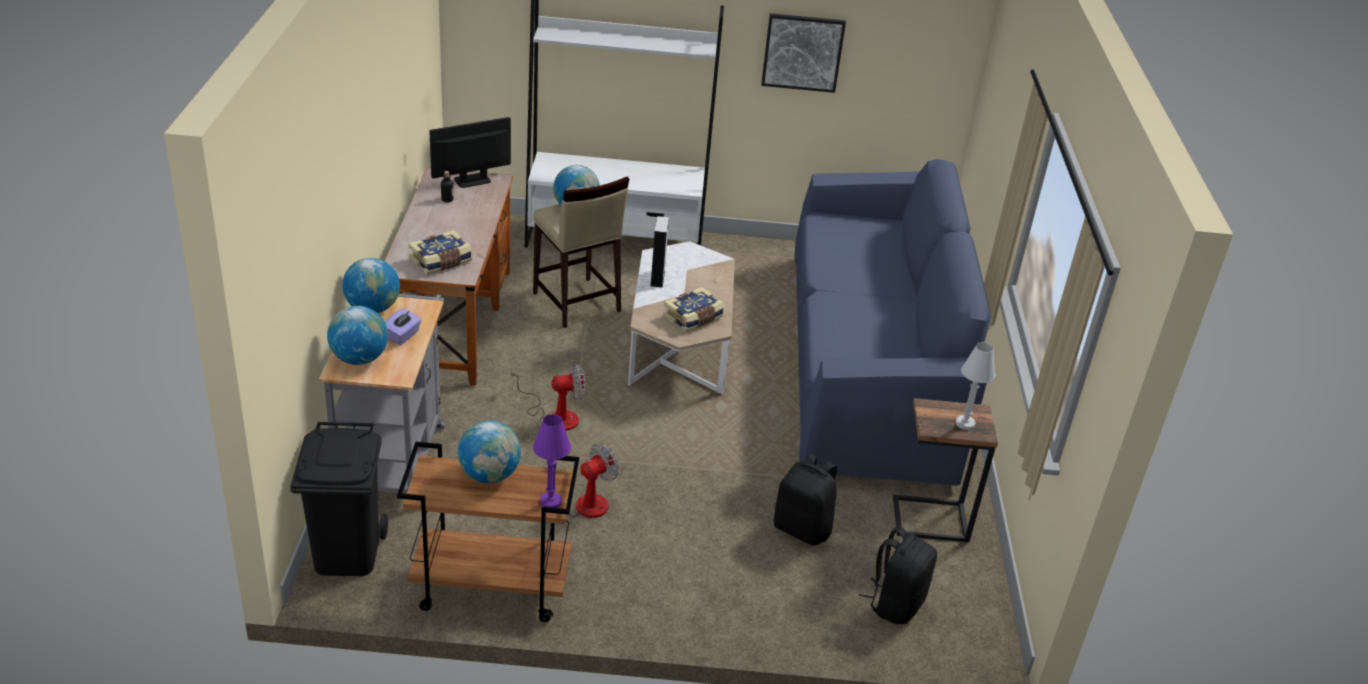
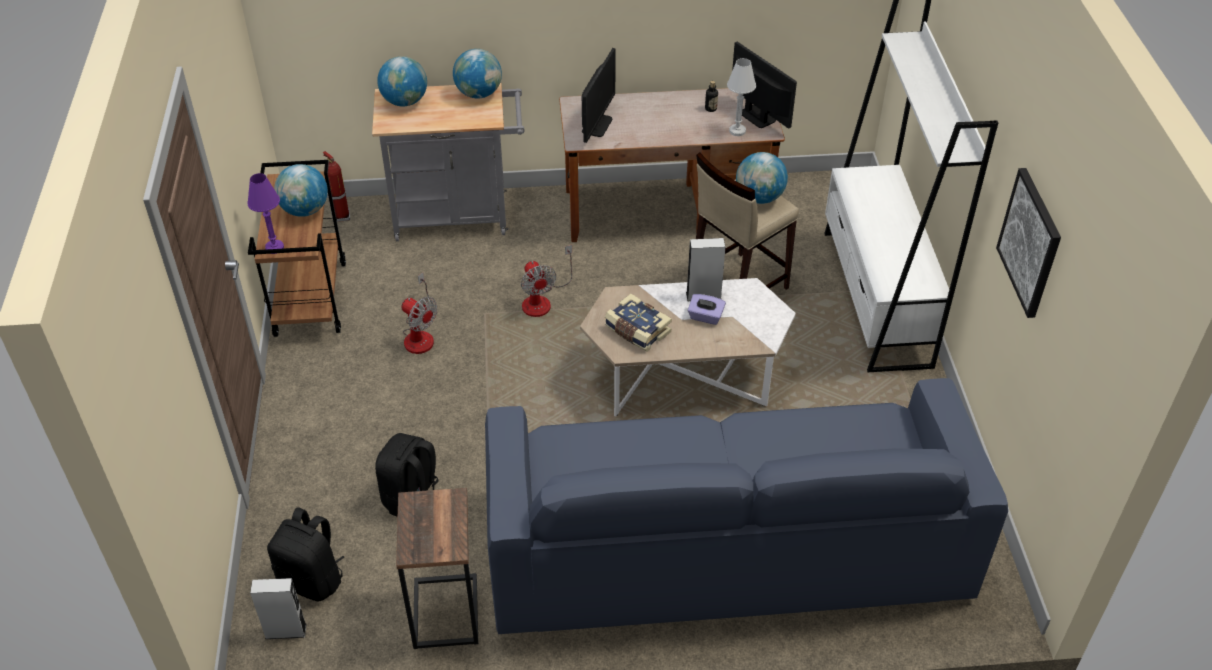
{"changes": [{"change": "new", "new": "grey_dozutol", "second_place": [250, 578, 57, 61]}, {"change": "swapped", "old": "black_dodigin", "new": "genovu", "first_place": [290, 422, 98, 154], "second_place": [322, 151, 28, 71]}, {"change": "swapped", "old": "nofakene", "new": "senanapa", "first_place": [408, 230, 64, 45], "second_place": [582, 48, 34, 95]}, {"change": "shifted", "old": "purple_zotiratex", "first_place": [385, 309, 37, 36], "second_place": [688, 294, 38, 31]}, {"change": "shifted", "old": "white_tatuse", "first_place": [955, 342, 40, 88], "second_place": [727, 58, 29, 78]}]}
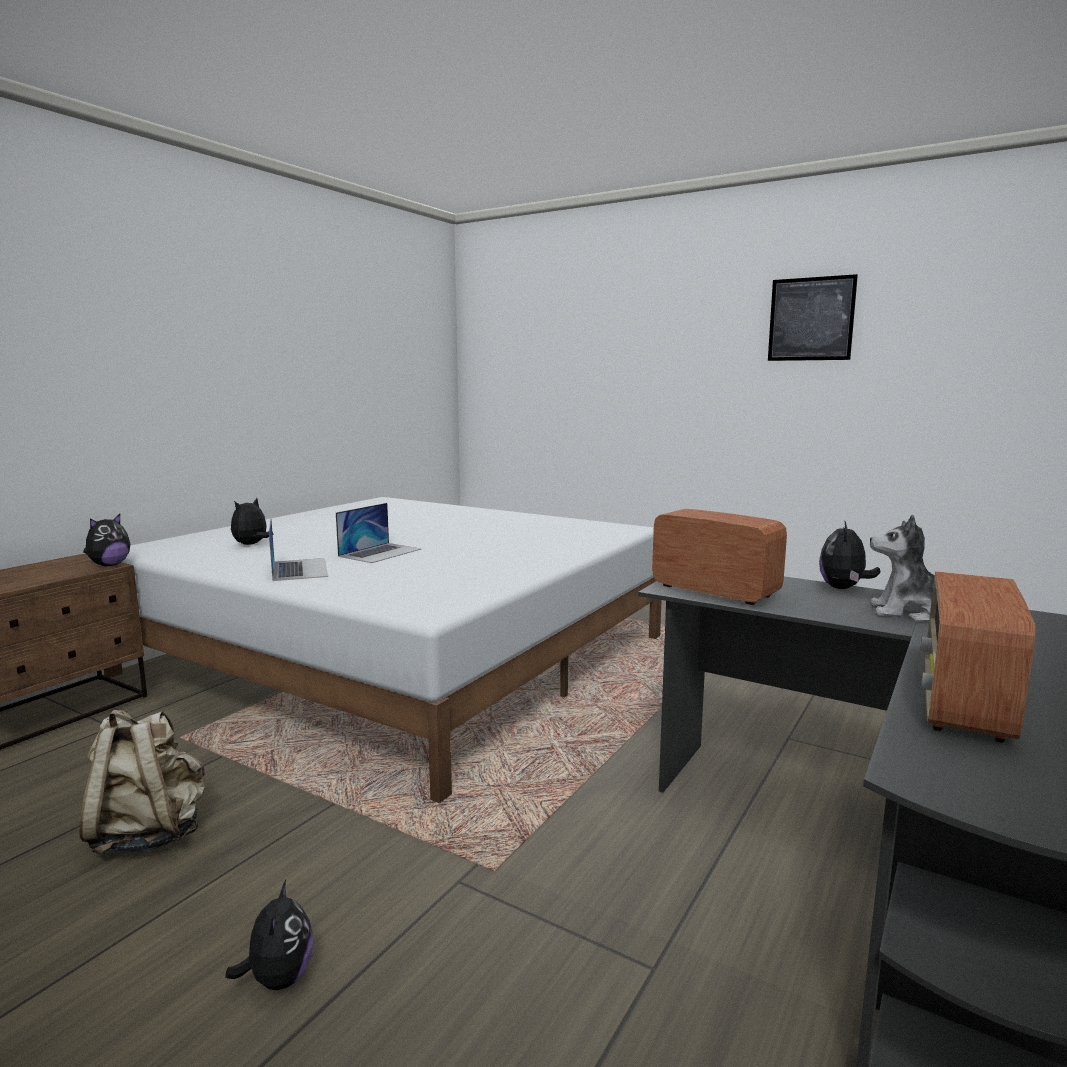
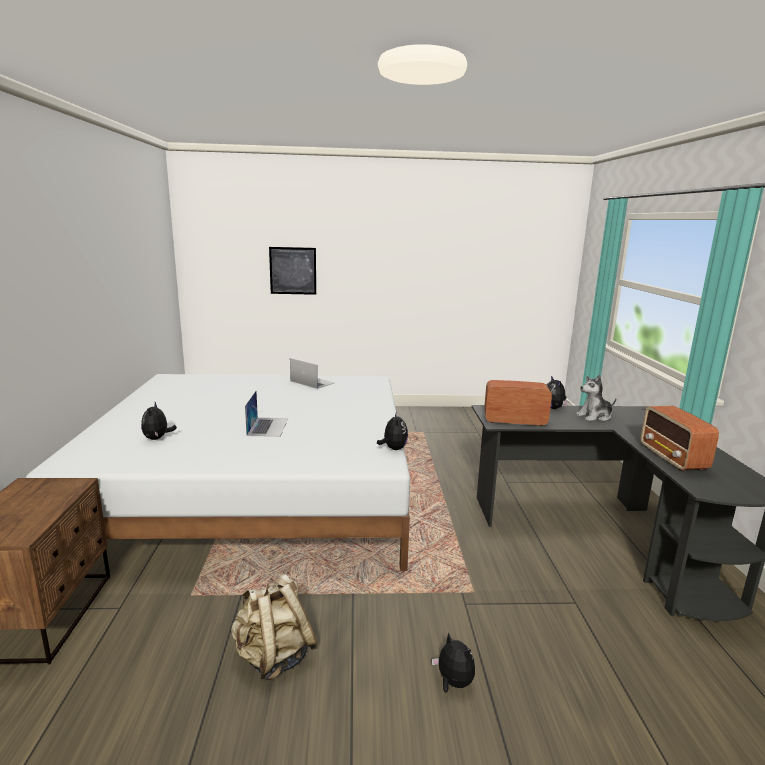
{"changes": [{"change": "shifted", "old": "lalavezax", "first_place": [768, 274, 90, 87], "second_place": [269, 247, 47, 48]}, {"change": "shifted", "old": "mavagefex", "first_place": [269, 518, 59, 63], "second_place": [290, 358, 44, 31]}, {"change": "shifted", "old": "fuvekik", "first_place": [83, 514, 47, 52], "second_place": [377, 411, 31, 39]}]}
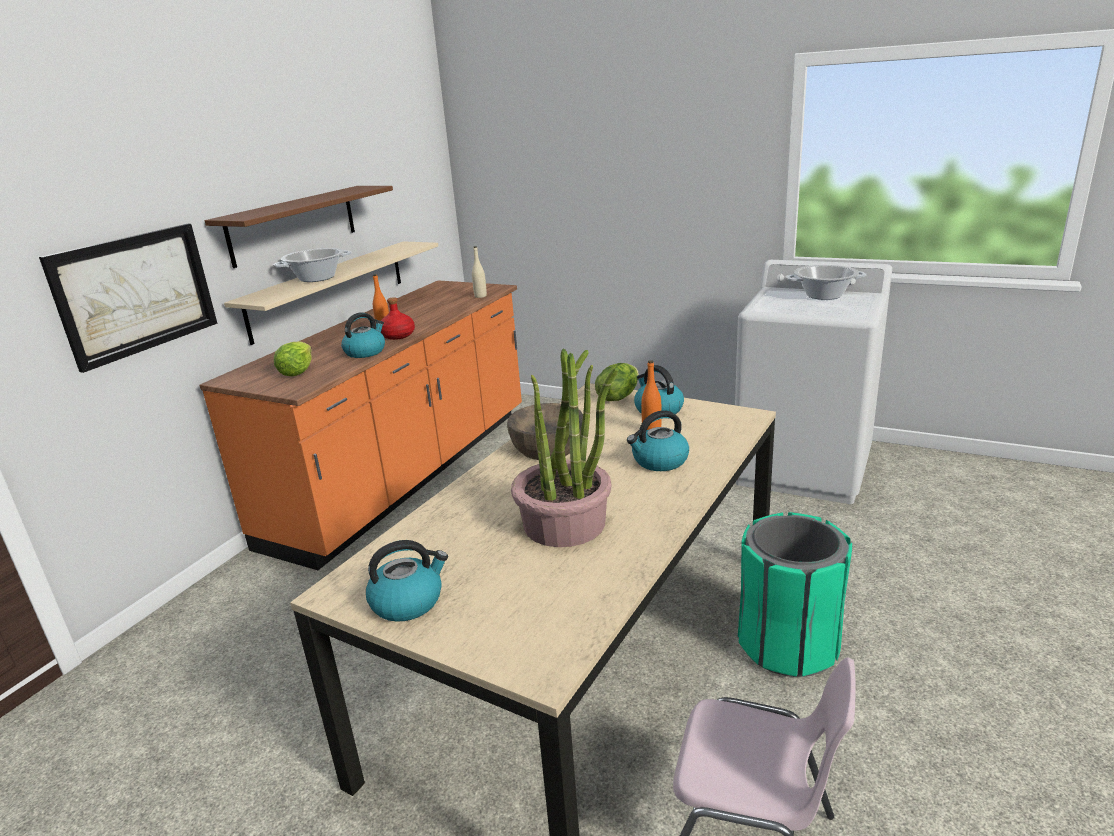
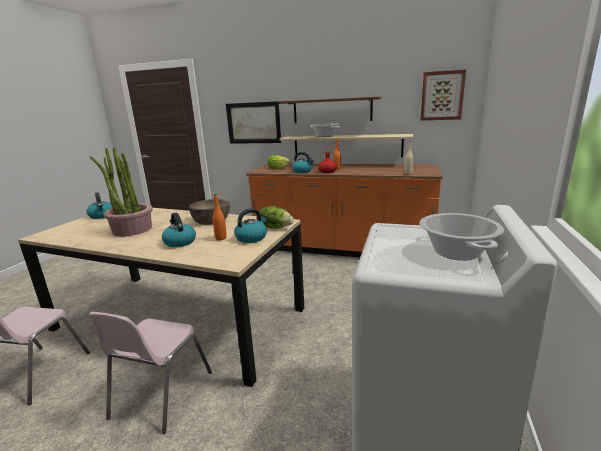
{"changes": [{"change": "swapped", "old": "green_dodigin", "new": "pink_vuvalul", "first_place": [738, 512, 114, 165], "second_place": [88, 312, 124, 122]}, {"change": "new", "new": "lalavezax", "second_place": [420, 70, 46, 51]}]}
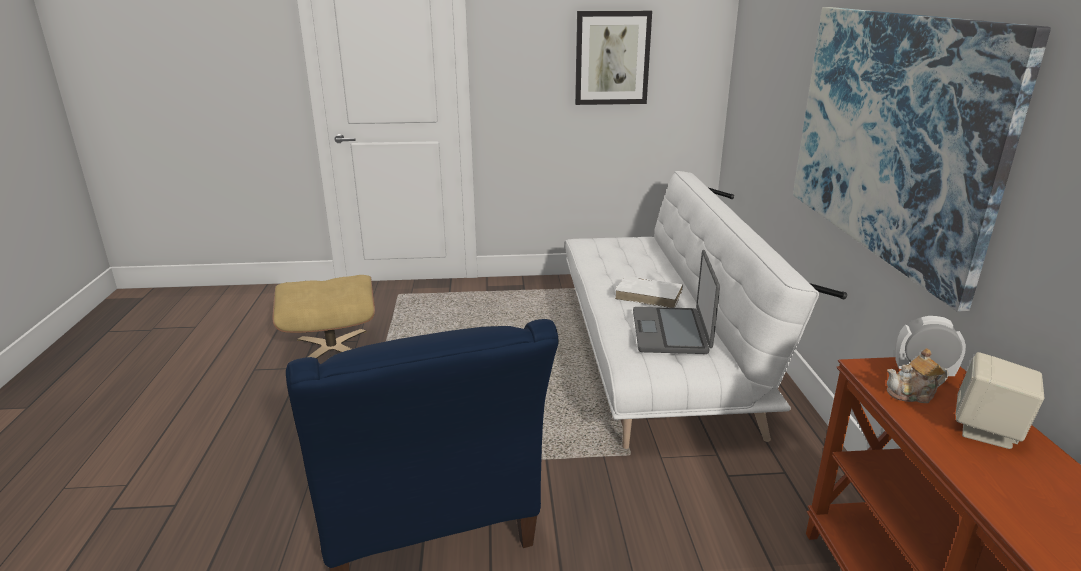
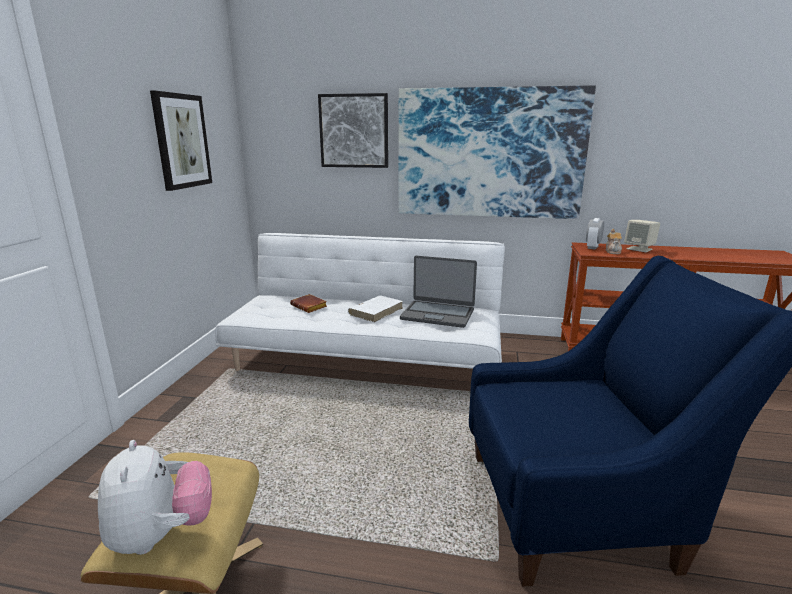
{"changes": [{"change": "new", "new": "fuvekik", "second_place": [98, 440, 114, 115]}, {"change": "new", "new": "brown_nofakene", "second_place": [290, 294, 37, 19]}, {"change": "new", "new": "lalavezax", "second_place": [318, 93, 70, 75]}]}
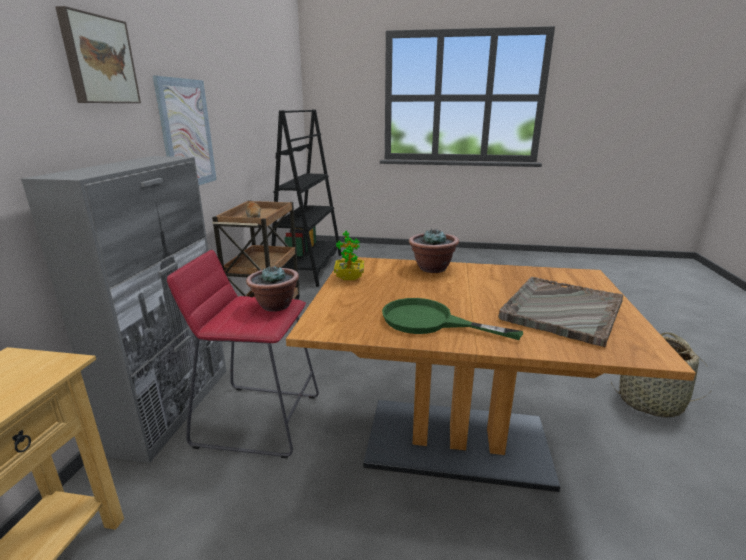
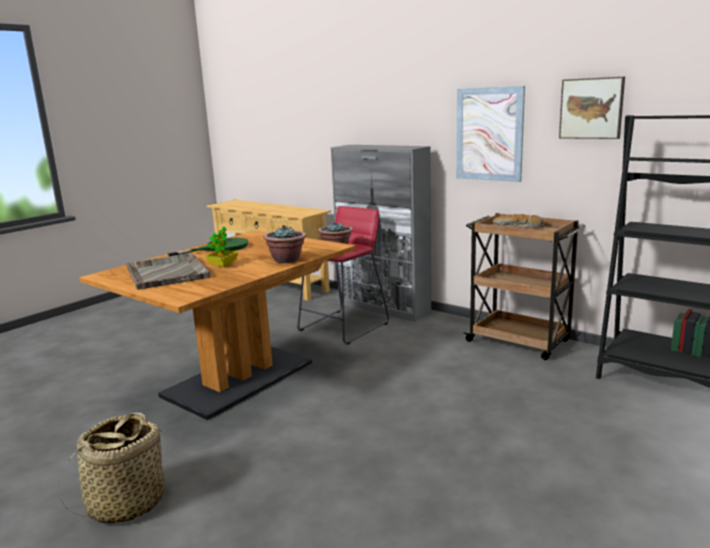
{"changes": [{"change": "shifted", "old": "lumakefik", "first_place": [334, 231, 30, 49], "second_place": [206, 227, 32, 40]}, {"change": "shifted", "old": "lalavezax", "first_place": [55, 6, 86, 97], "second_place": [559, 77, 66, 62]}]}
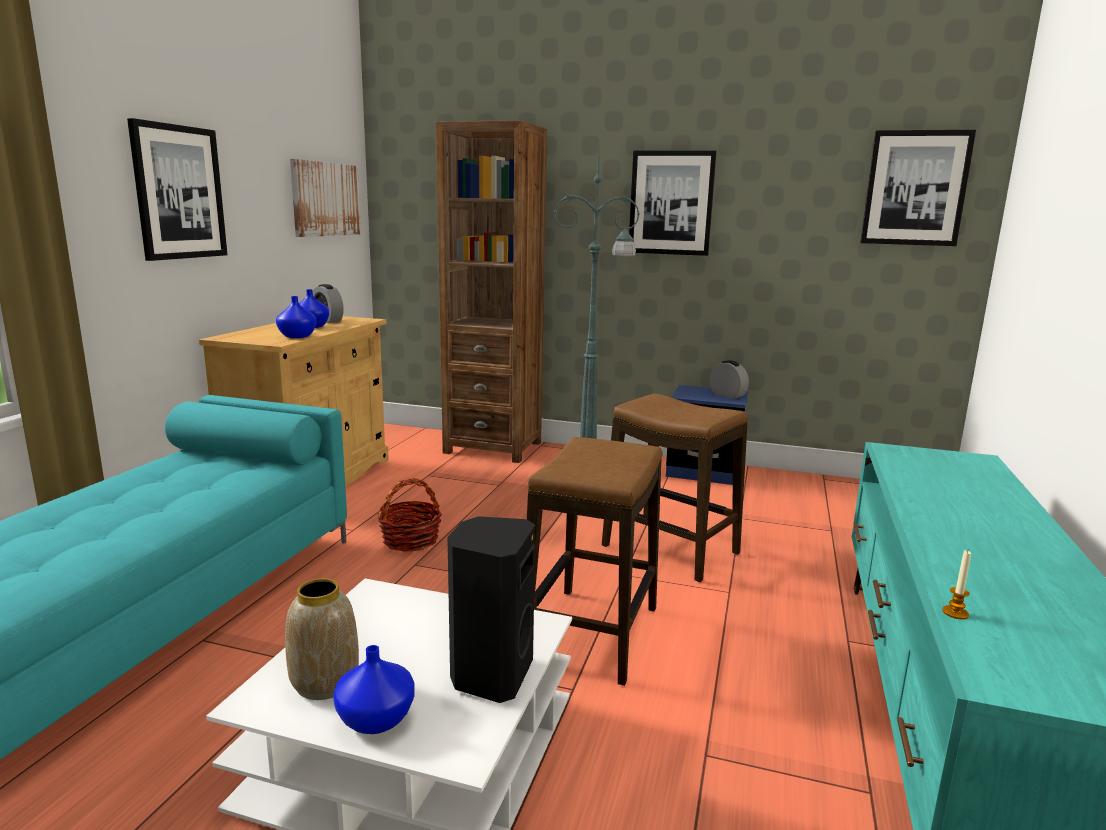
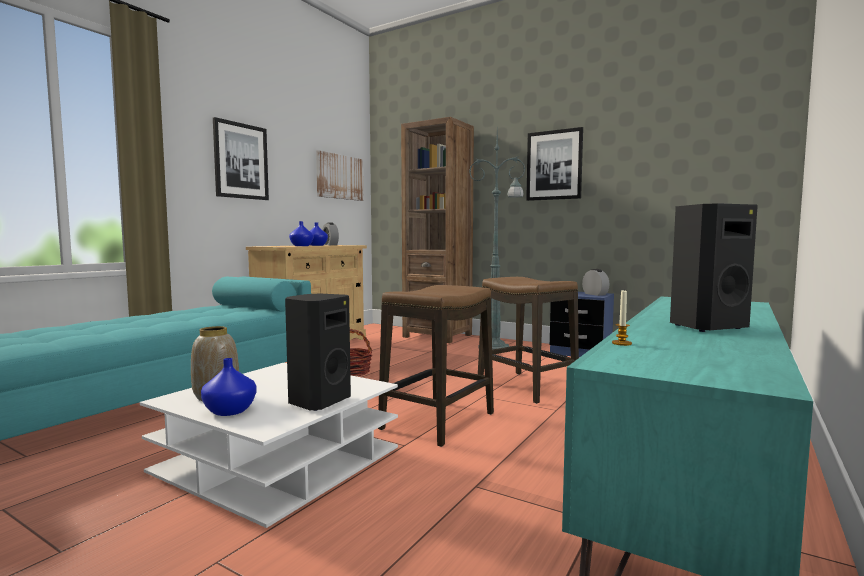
{"changes": [{"change": "new", "new": "black_dozutol", "second_place": [670, 203, 88, 129]}, {"change": "gone", "old": "lalavezax", "first_place": [860, 130, 116, 116]}]}
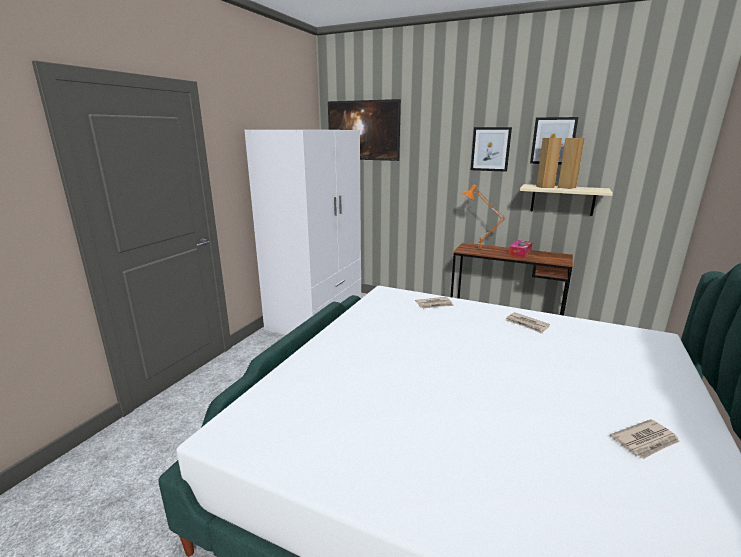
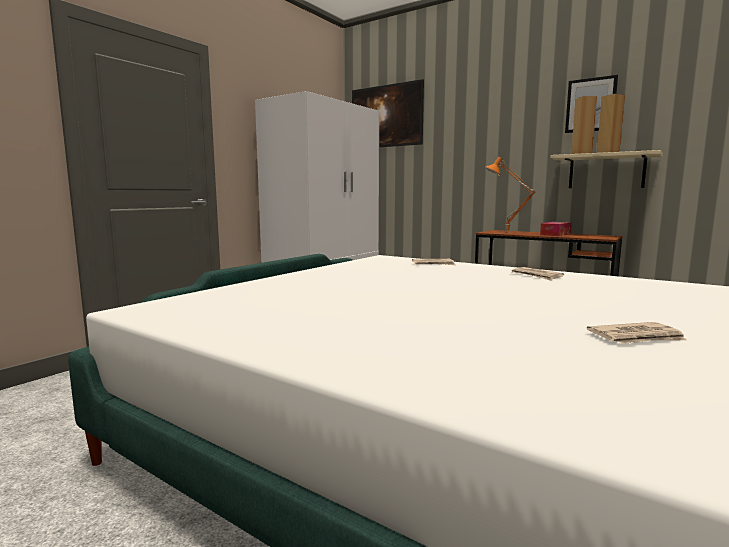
{"changes": [{"change": "gone", "old": "lalavezax", "first_place": [471, 127, 41, 45]}]}
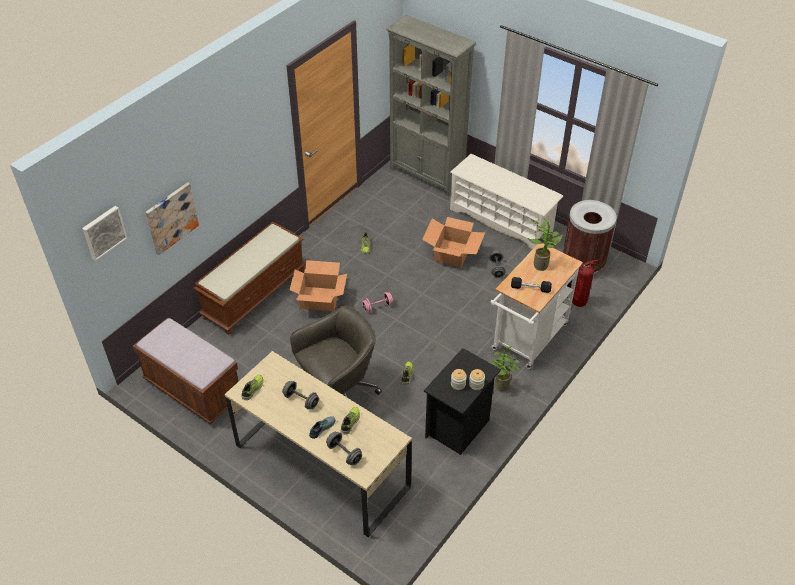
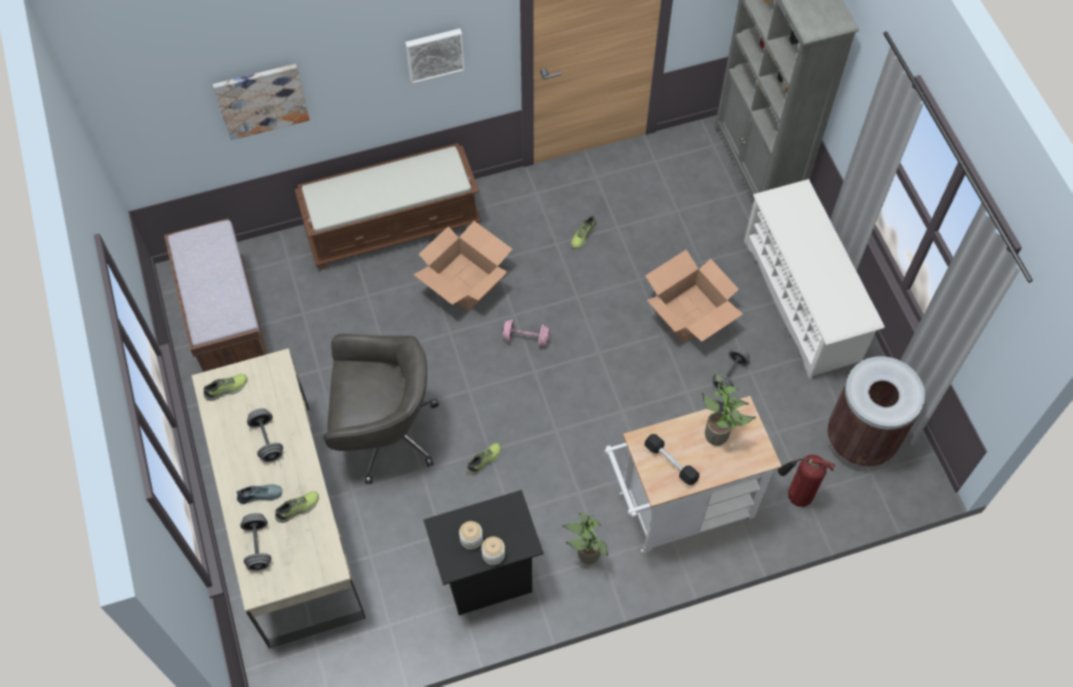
{"changes": [{"change": "shifted", "old": "lalavezax", "first_place": [82, 206, 45, 55], "second_place": [405, 29, 60, 55]}]}
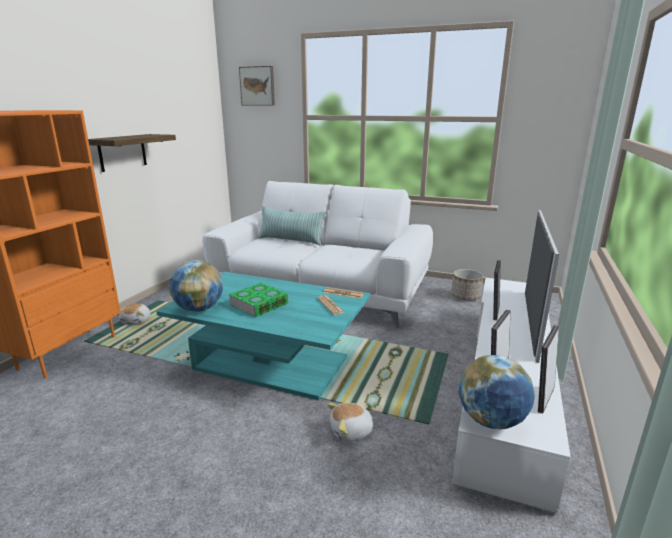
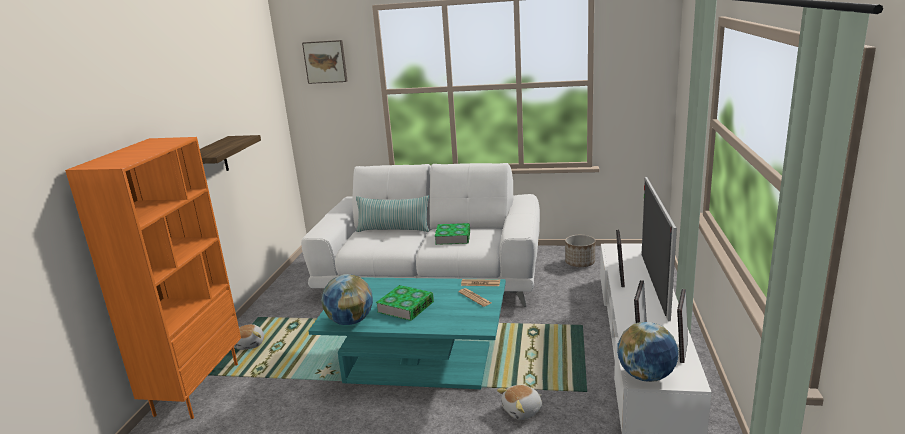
{"changes": [{"change": "new", "new": "nofakene", "second_place": [435, 223, 35, 22]}]}
